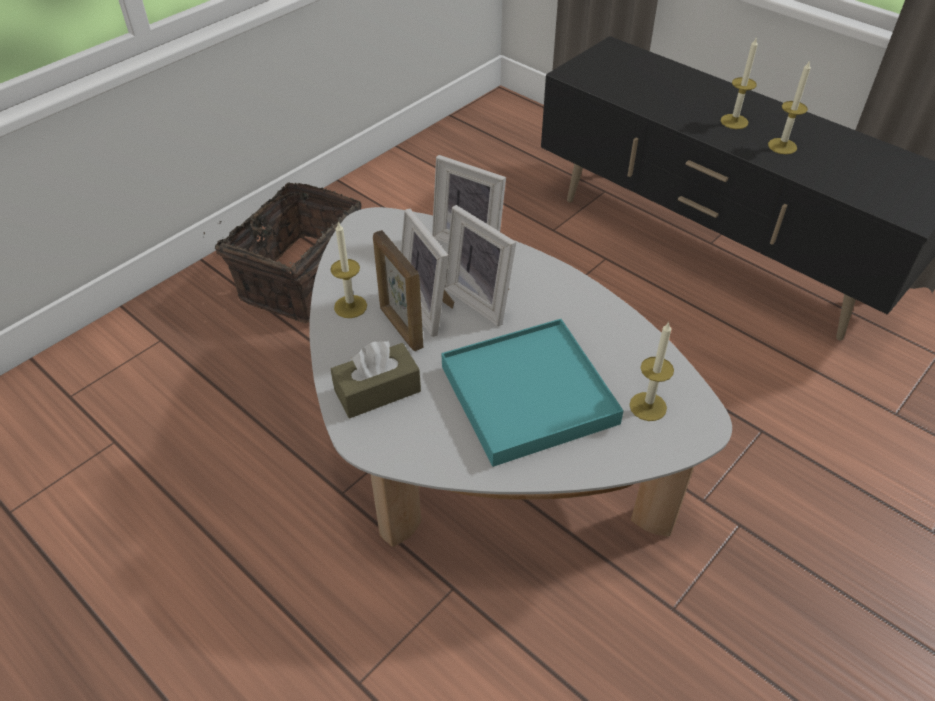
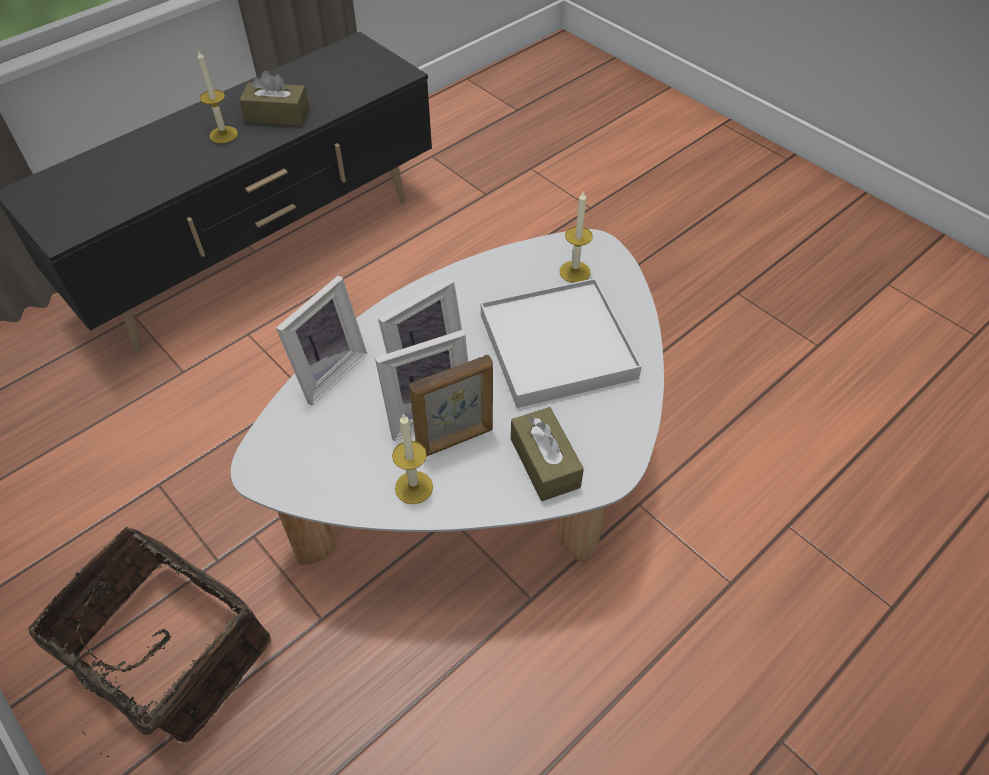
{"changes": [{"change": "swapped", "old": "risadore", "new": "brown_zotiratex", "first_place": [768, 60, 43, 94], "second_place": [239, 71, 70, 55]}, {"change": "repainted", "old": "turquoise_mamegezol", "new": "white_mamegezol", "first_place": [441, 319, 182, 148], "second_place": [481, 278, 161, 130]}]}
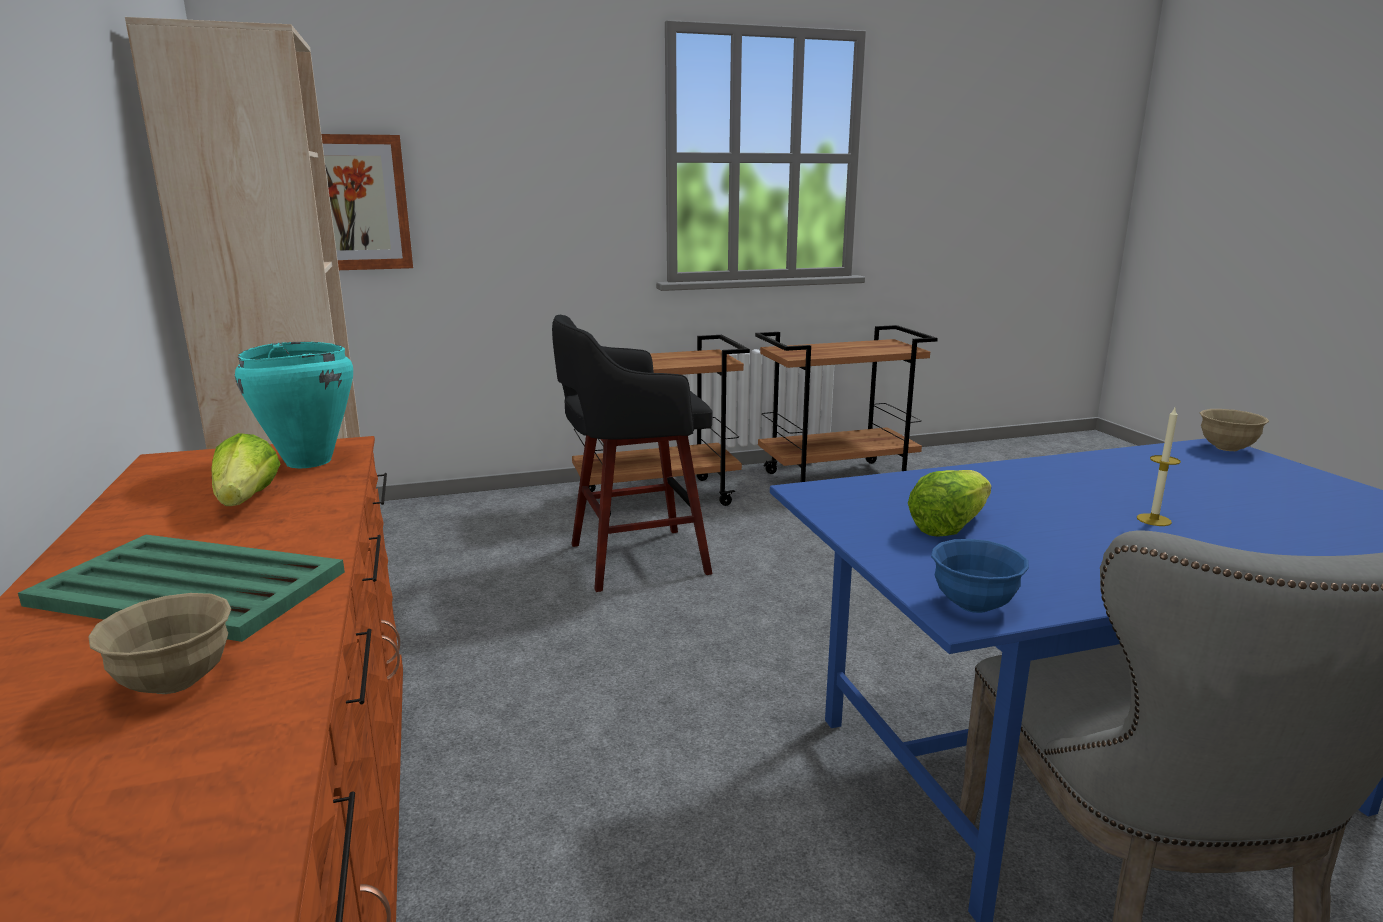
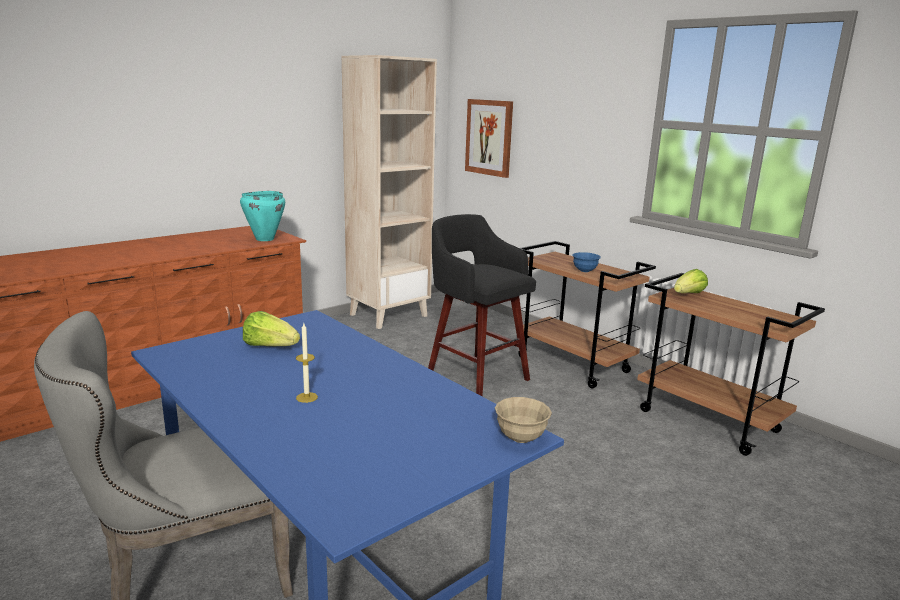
{"changes": [{"change": "shifted", "old": "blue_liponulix", "first_place": [931, 539, 98, 74], "second_place": [572, 252, 29, 20]}, {"change": "shifted", "old": "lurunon", "first_place": [211, 433, 69, 73], "second_place": [674, 269, 34, 24]}, {"change": "gone", "old": "green_mamegezol", "first_place": [18, 535, 327, 107]}, {"change": "gone", "old": "beige_liponulix", "first_place": [88, 593, 143, 101]}]}
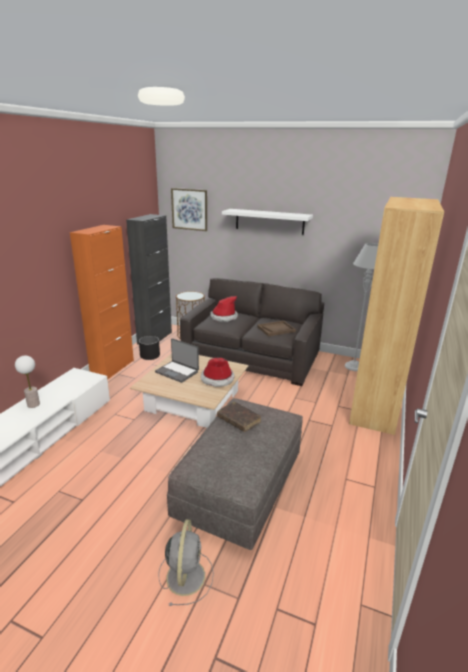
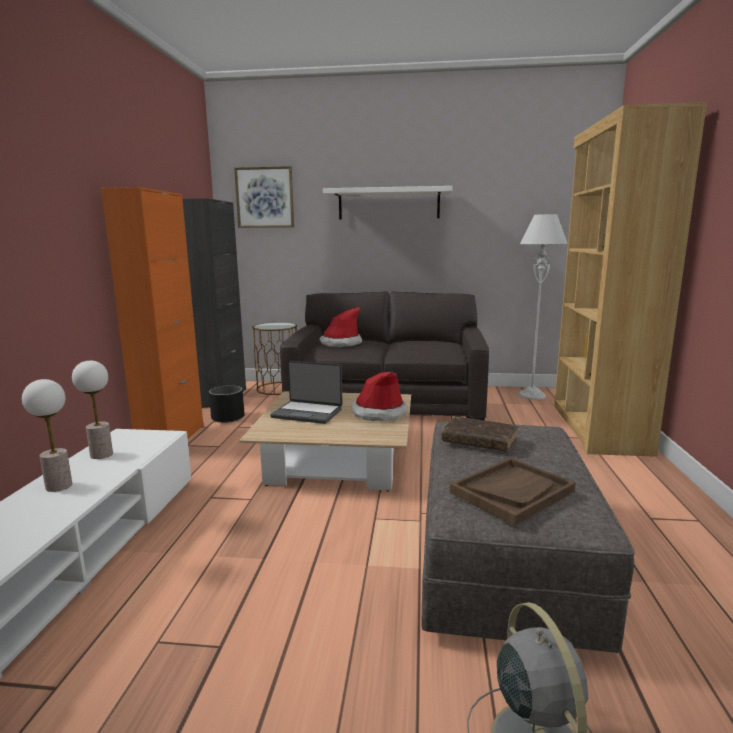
{"changes": [{"change": "new", "new": "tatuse", "second_place": [72, 360, 41, 99]}, {"change": "shifted", "old": "brown_mamegezol", "first_place": [257, 321, 39, 15], "second_place": [450, 458, 126, 67]}]}
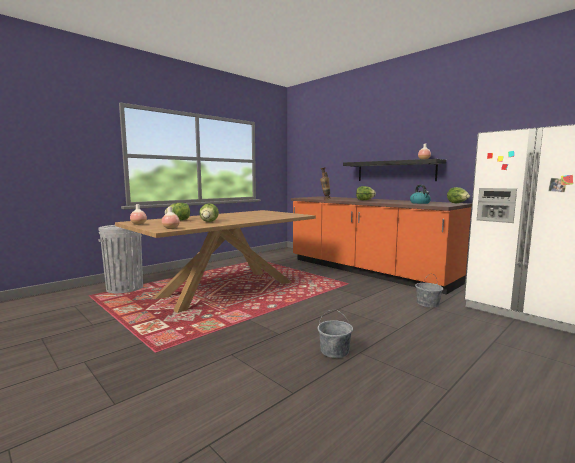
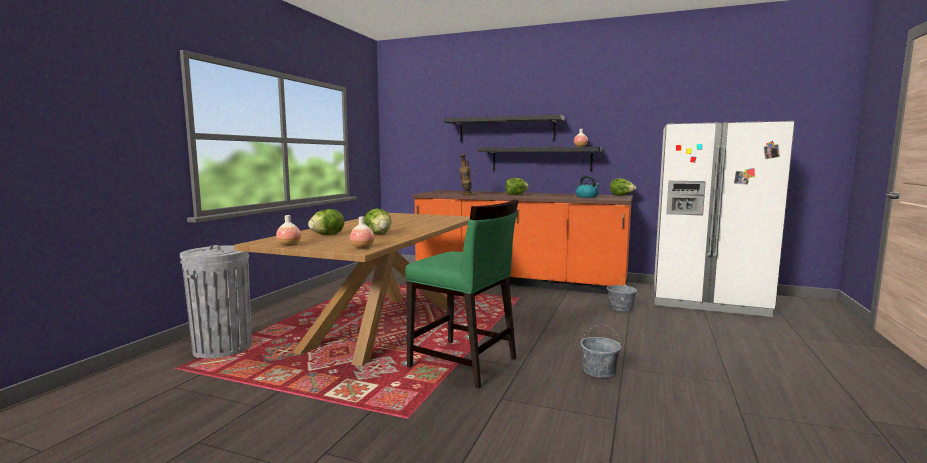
{"changes": [{"change": "new", "new": "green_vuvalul", "second_place": [405, 199, 114, 190]}, {"change": "new", "new": "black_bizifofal", "second_place": [444, 115, 121, 27]}]}
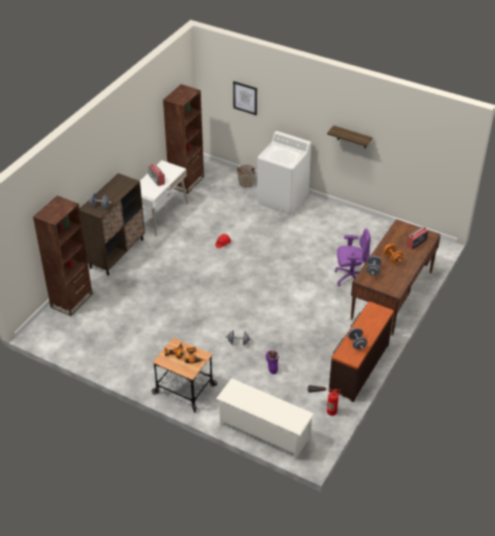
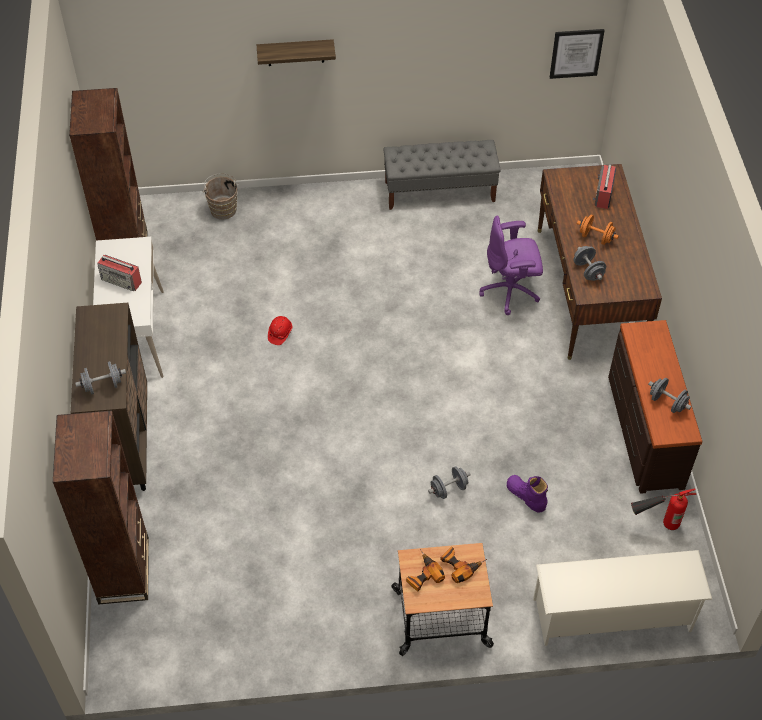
{"changes": [{"change": "shifted", "old": "bizifofal", "first_place": [327, 125, 45, 24], "second_place": [257, 39, 79, 27]}, {"change": "new", "new": "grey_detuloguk", "second_place": [383, 140, 118, 70]}, {"change": "rotated", "old": "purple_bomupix", "first_place": [334, 229, 36, 57], "second_place": [479, 216, 64, 99], "degrees": -150}, {"change": "shifted", "old": "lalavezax", "first_place": [233, 81, 24, 34], "second_place": [550, 29, 55, 50]}, {"change": "gone", "old": "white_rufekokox", "first_place": [257, 131, 54, 84]}]}
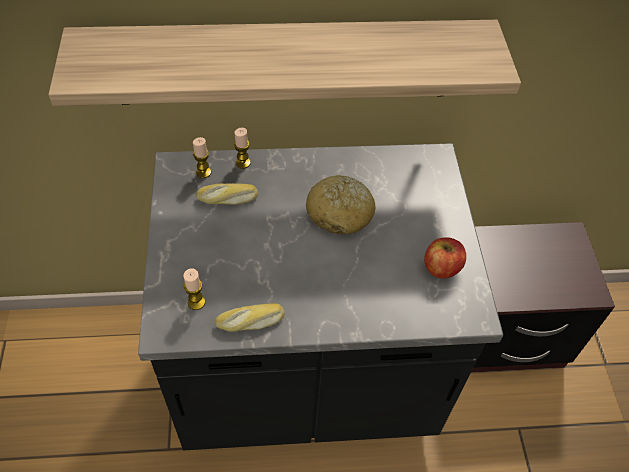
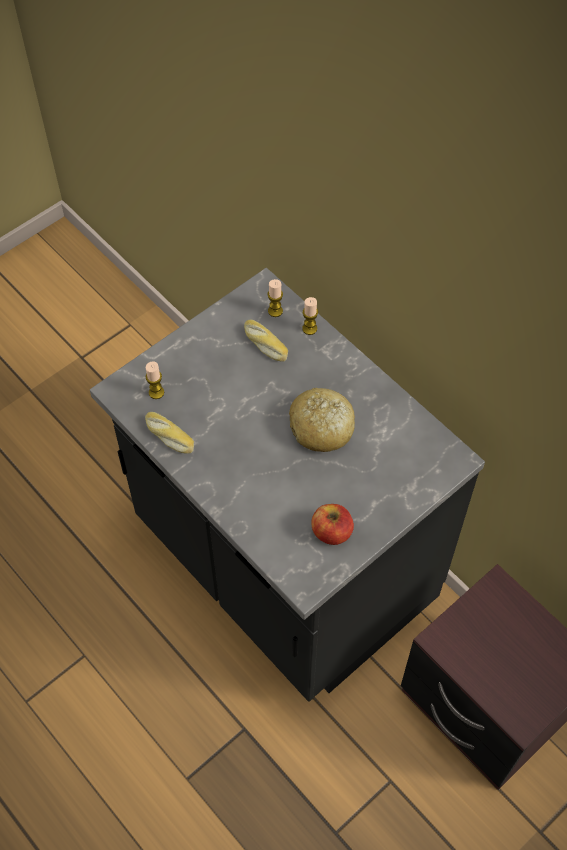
{"changes": [{"change": "gone", "old": "bizifofal", "first_place": [48, 20, 473, 86]}]}
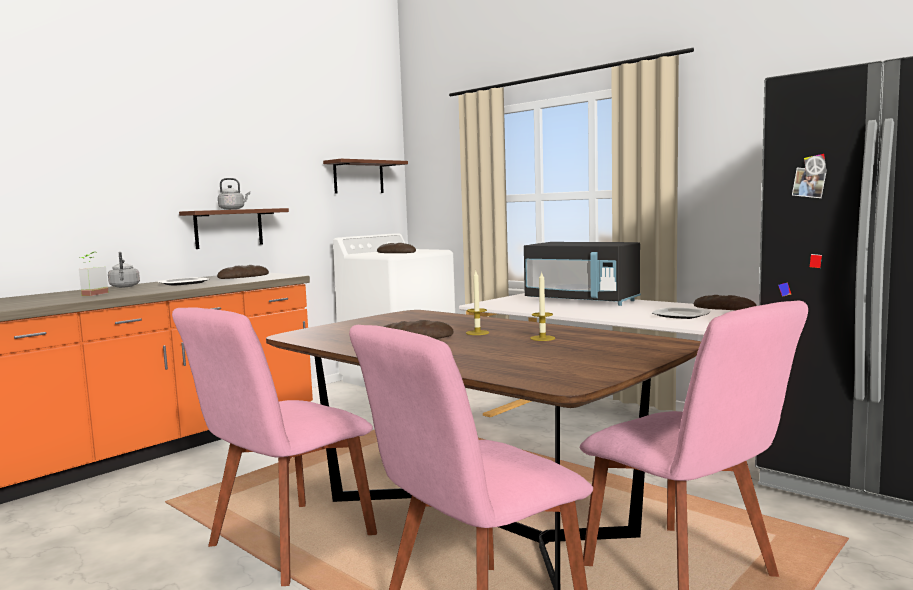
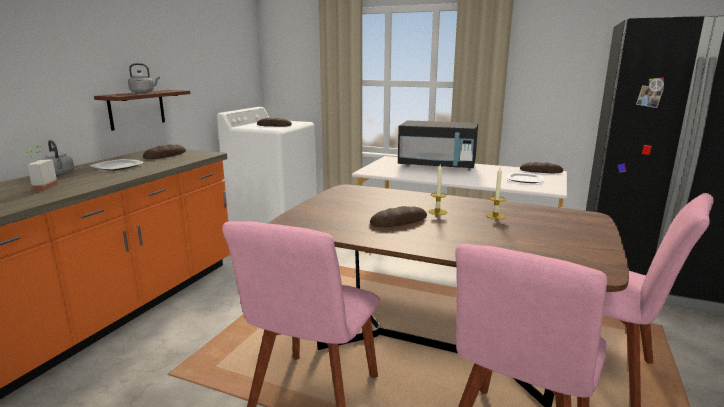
{"changes": [{"change": "gone", "old": "brown_bizifofal", "first_place": [323, 159, 85, 35]}]}
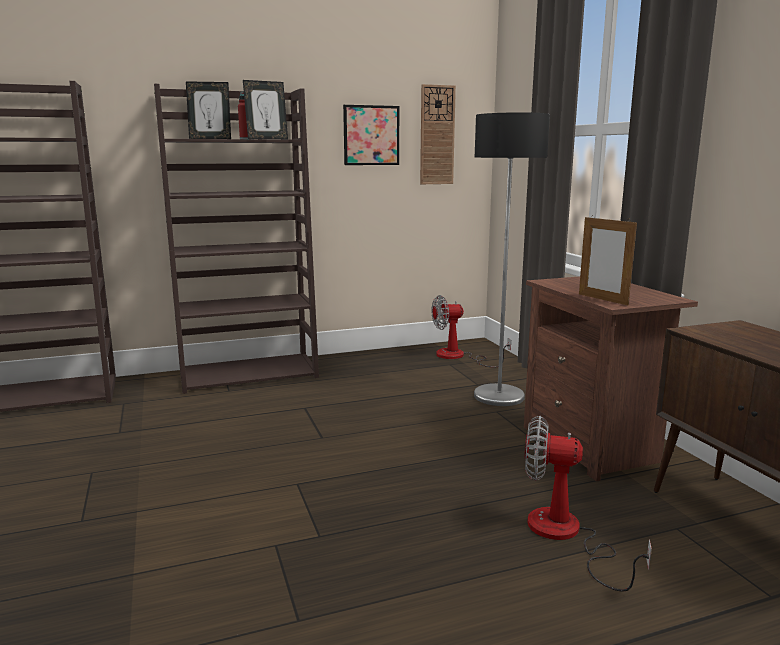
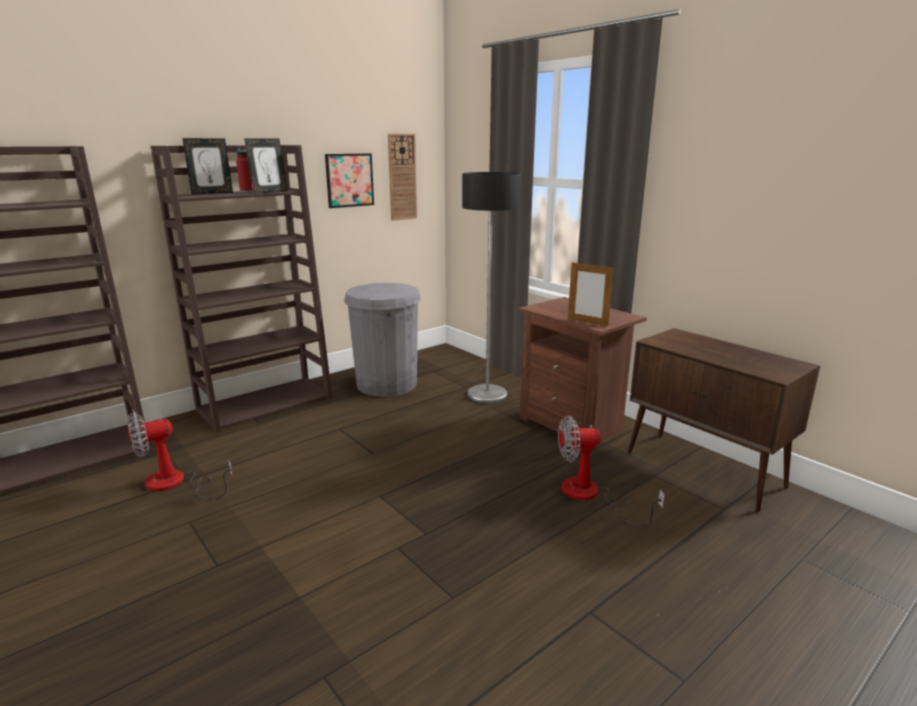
{"changes": [{"change": "shifted", "old": "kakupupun", "first_place": [432, 295, 79, 73], "second_place": [127, 412, 106, 87]}, {"change": "new", "new": "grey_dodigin", "second_place": [344, 283, 77, 114]}]}
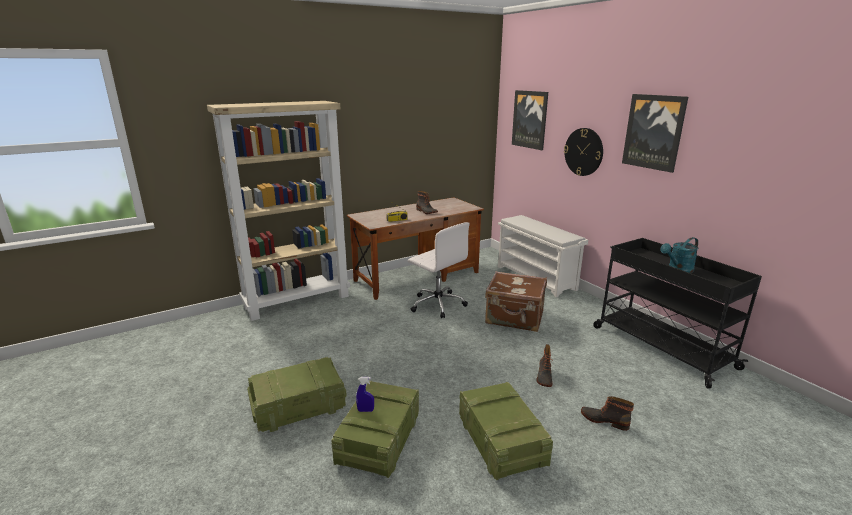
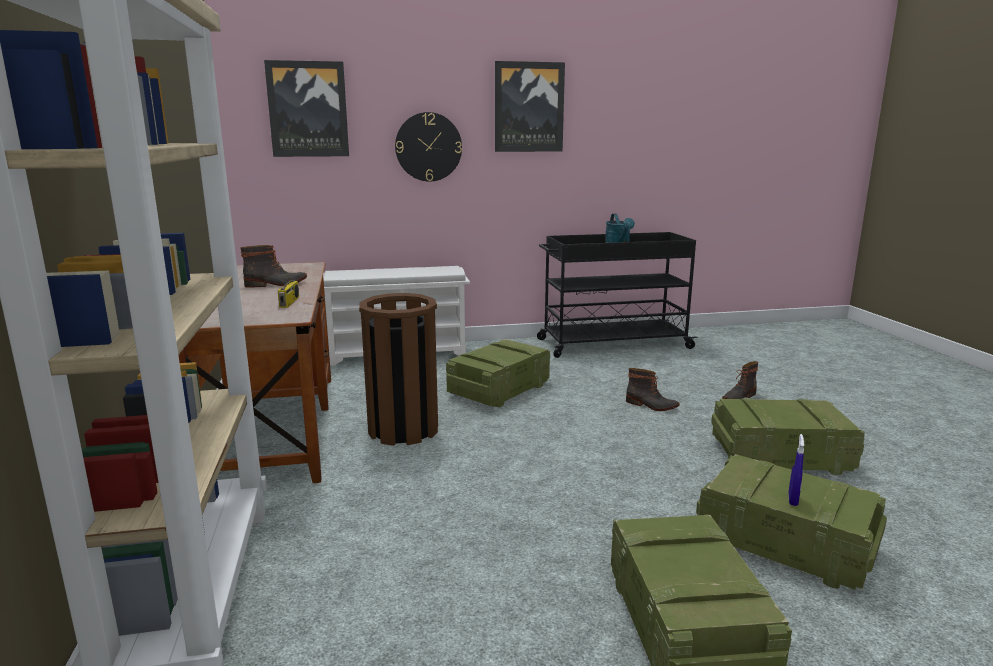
{"changes": [{"change": "swapped", "old": "white_bomupix", "new": "brown_dodigin", "first_place": [408, 222, 62, 96], "second_place": [359, 293, 79, 153]}, {"change": "swapped", "old": "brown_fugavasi", "new": "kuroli", "first_place": [485, 271, 62, 61], "second_place": [446, 339, 104, 68]}]}
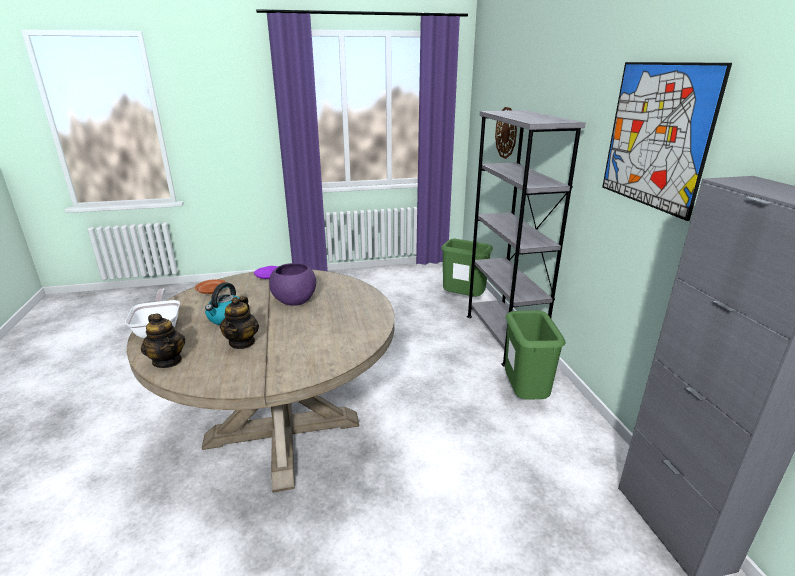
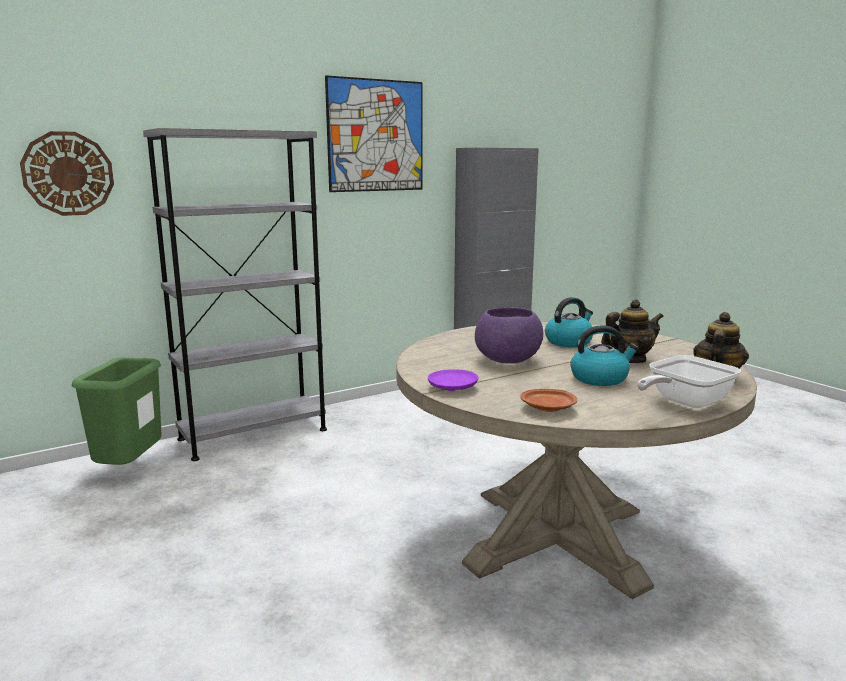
{"changes": [{"change": "new", "new": "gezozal", "second_place": [545, 297, 48, 50]}, {"change": "gone", "old": "green_dodigin", "first_place": [505, 311, 61, 89]}]}
